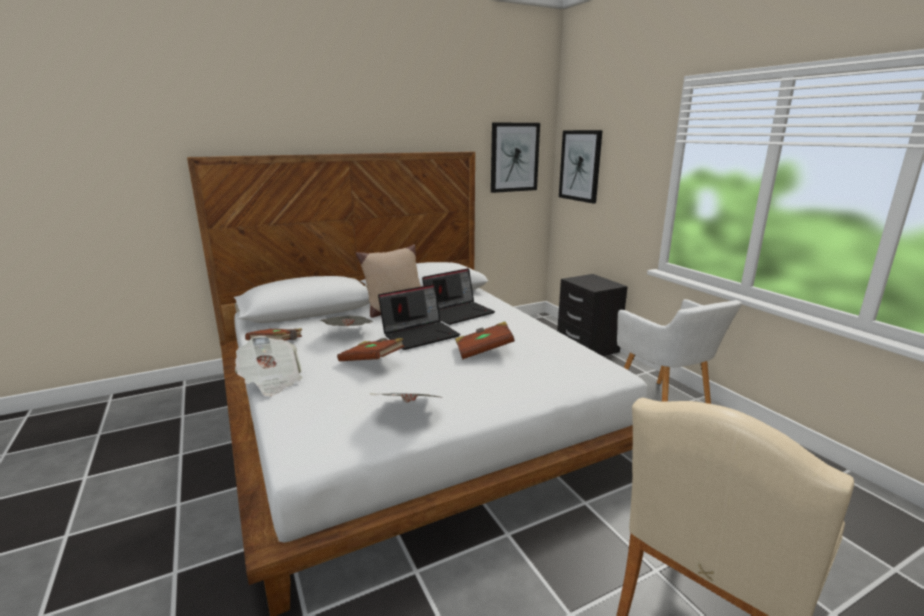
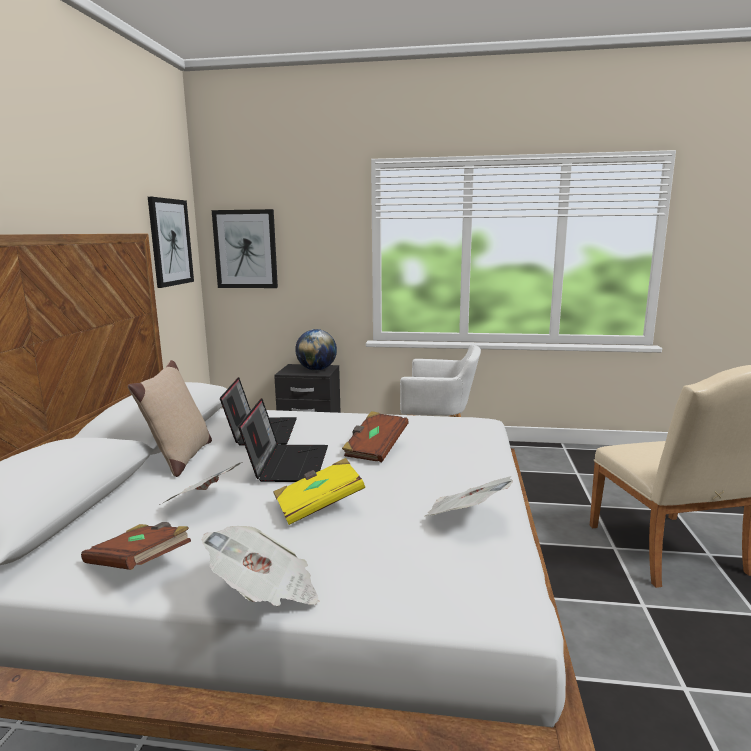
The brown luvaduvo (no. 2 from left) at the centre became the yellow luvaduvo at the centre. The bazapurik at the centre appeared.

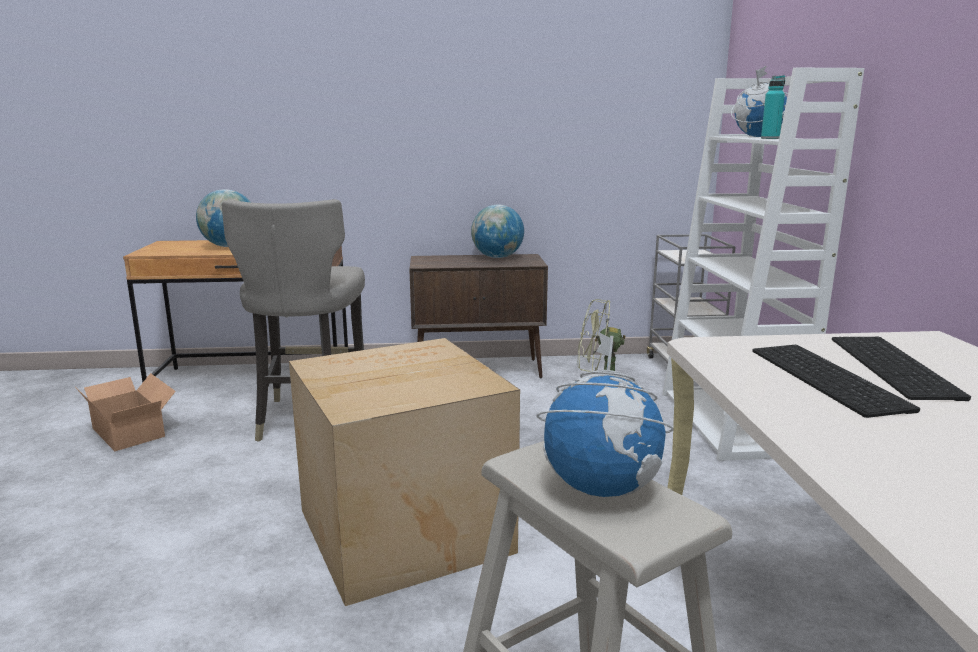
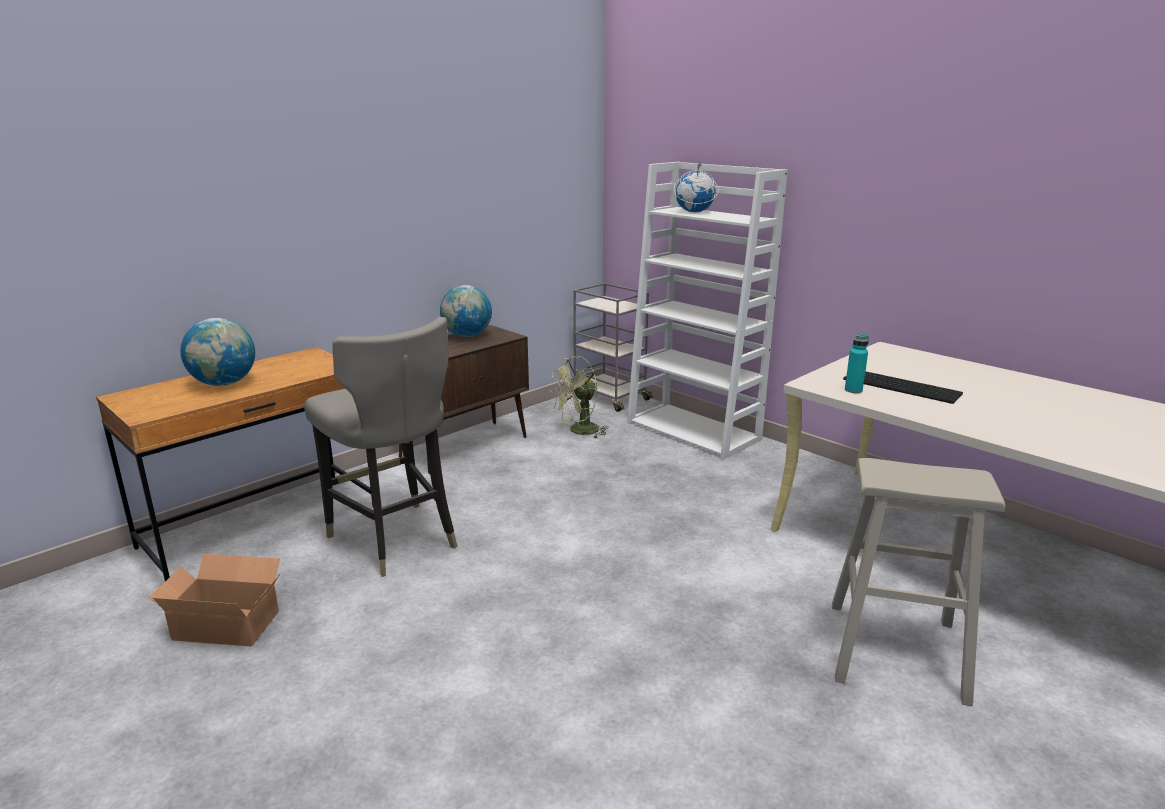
The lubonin (no. 2 from left) at the bottom centre disappeared. The bazapurik (no. 3 from left) at the centre disappeared. The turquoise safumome moved from the top right to the middle right. The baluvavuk (no. 2 from left) at the middle right disappeared.

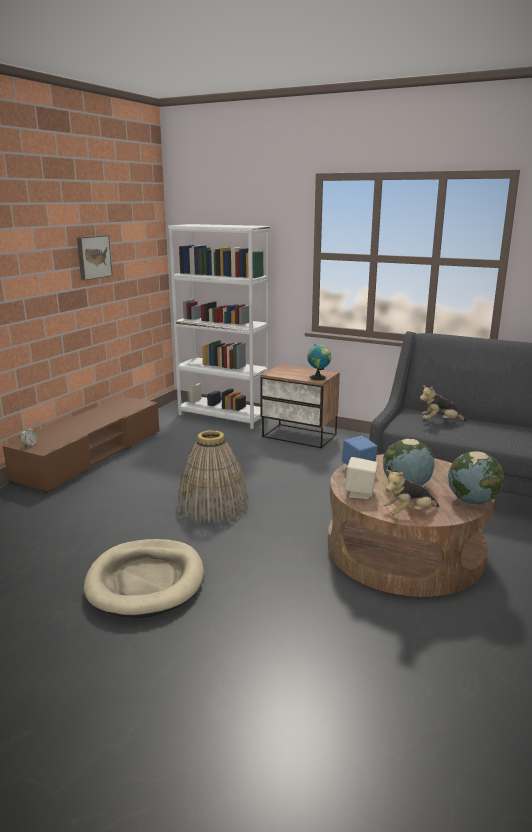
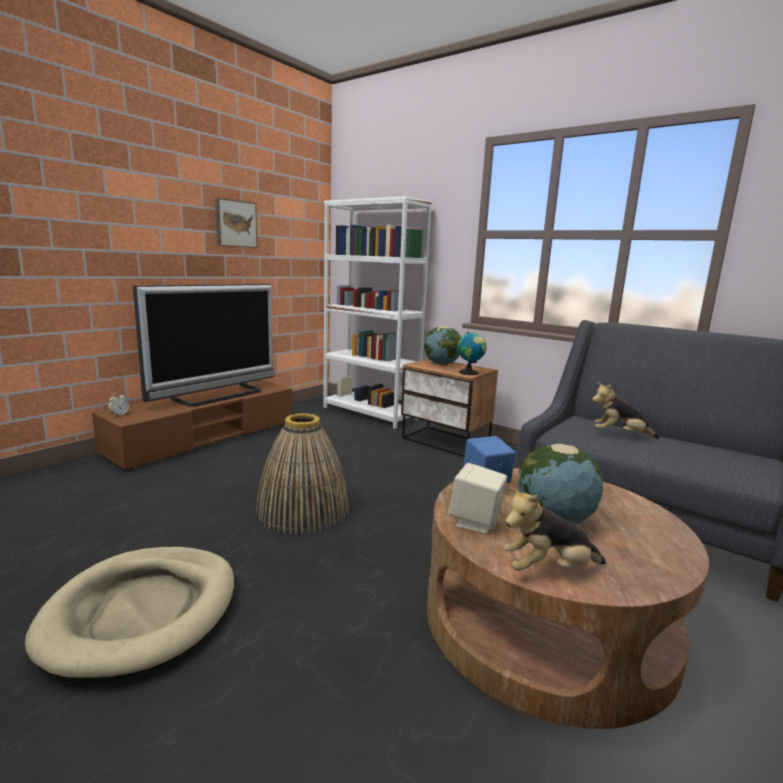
The bazapurik (no. 3 from left in the first image) moved from the middle right to the centre. The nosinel at the middle left appeared.

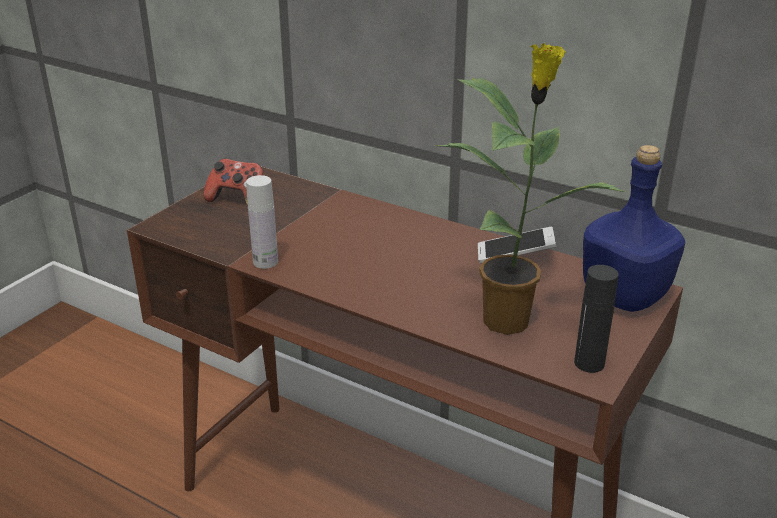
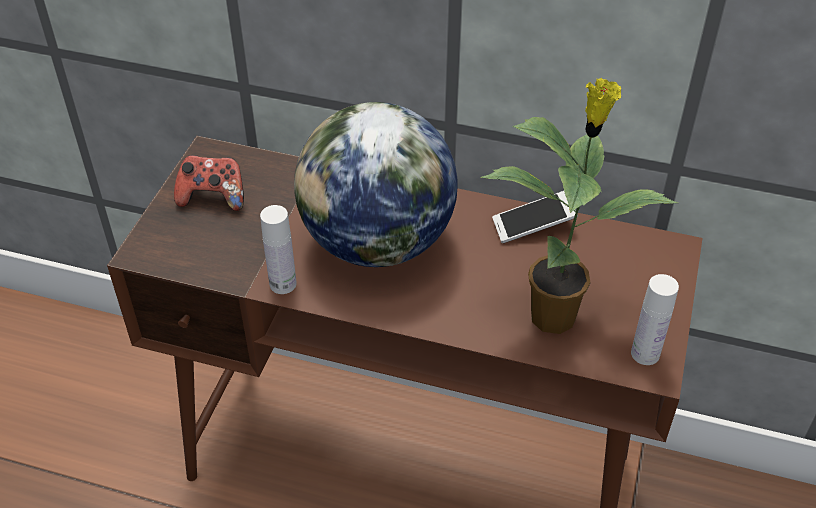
The black safumome at the middle right became the white safumome (no. 2 from left) at the middle right. The blue safumome at the middle right disappeared. The bazapurik at the centre appeared.

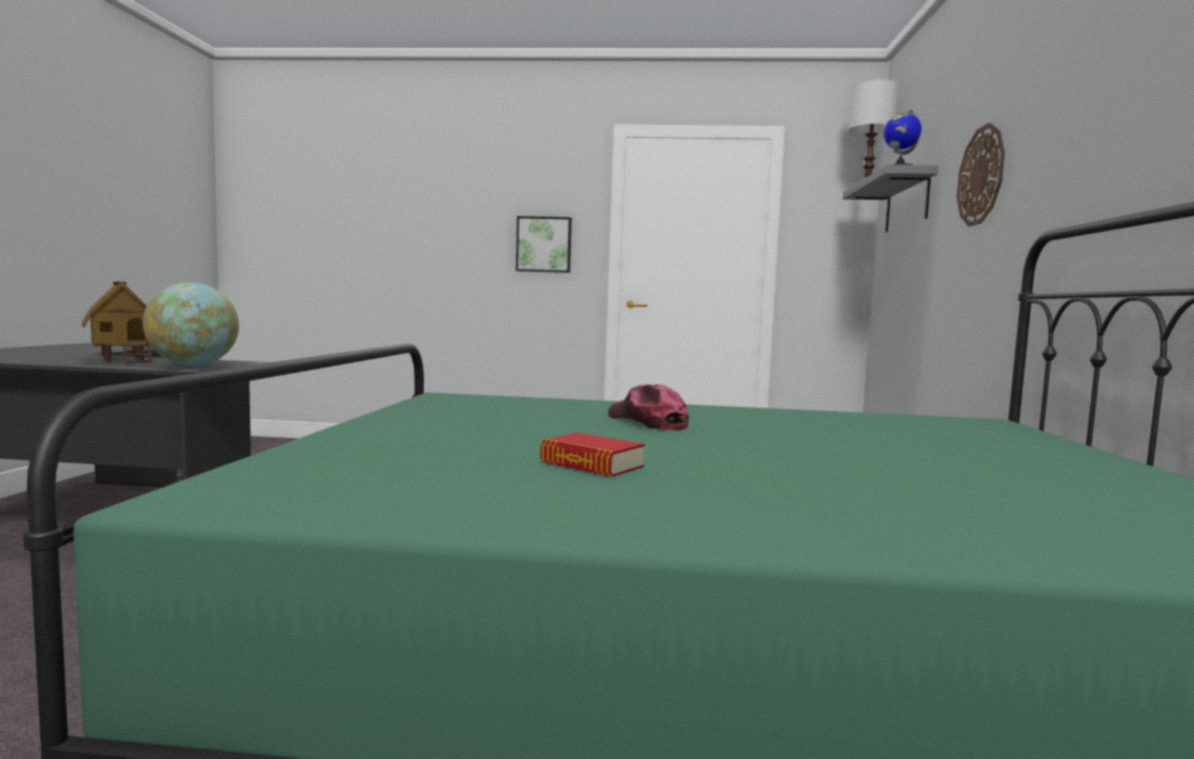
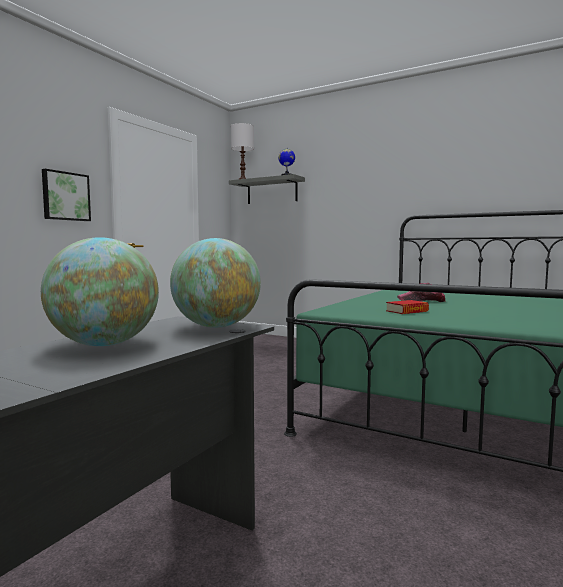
The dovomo at the middle left was replaced by the bazapurik (no. 1 from left) at the middle left. The luvaduvo moved from the centre to the middle right. The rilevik at the top right disappeared.

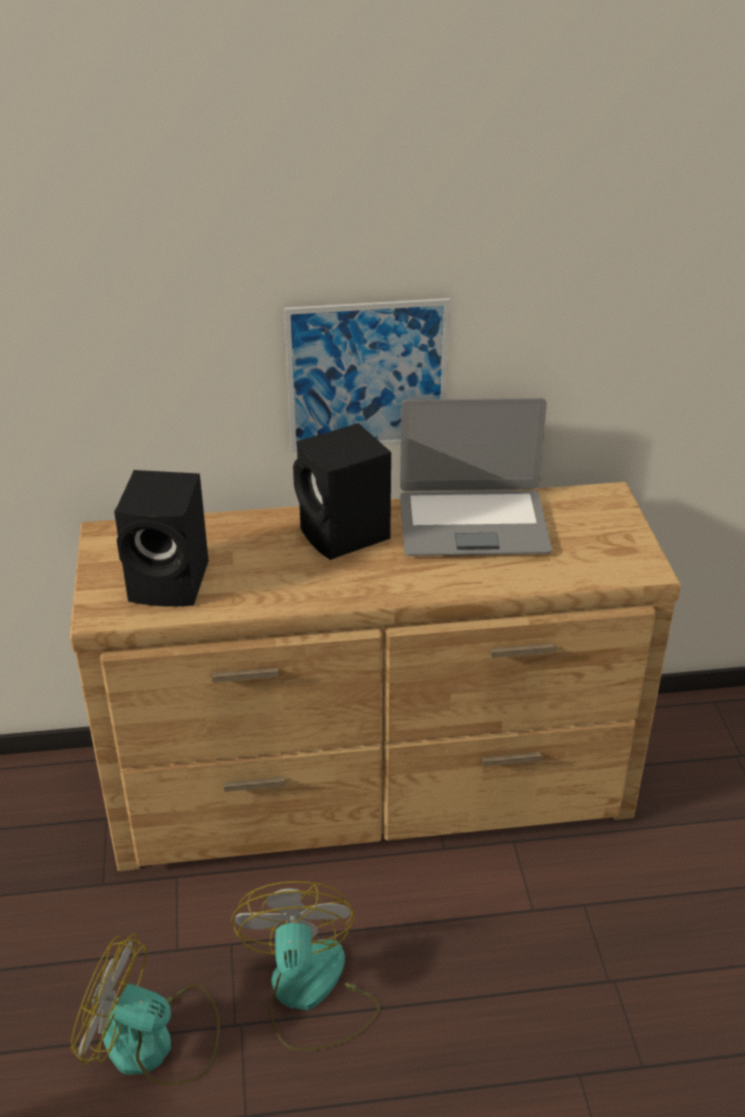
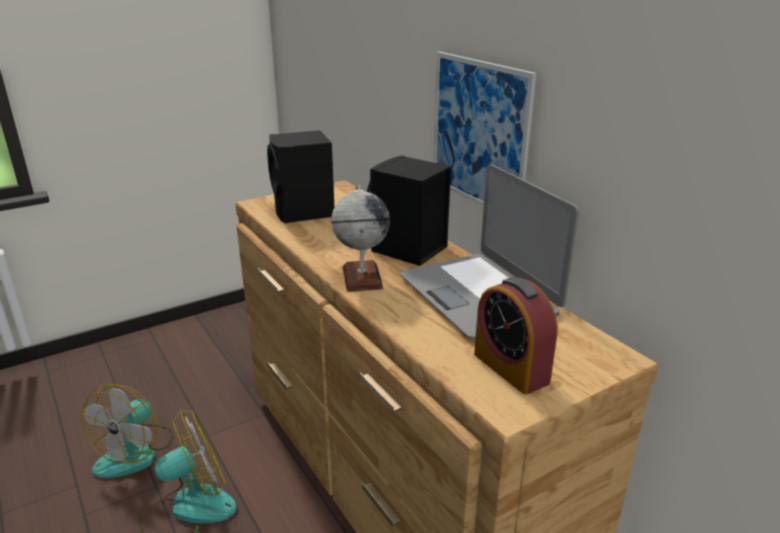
The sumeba (no. 1 from left) at the bottom left turned 150 degrees counterclockwise. The bazapurik at the centre appeared. The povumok at the centre appeared.

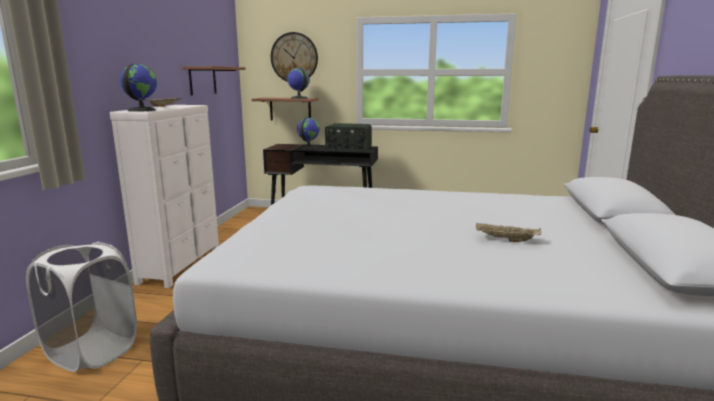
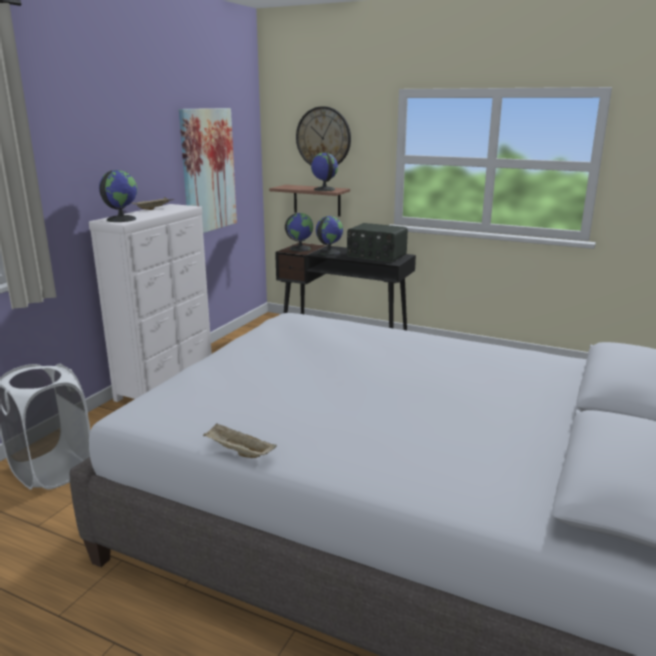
The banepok (no. 1 from left) at the top left was replaced by the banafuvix at the top left. The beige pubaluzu (no. 2 from left) moved from the middle right to the bottom centre. The bazapurik (no. 2 from left) at the centre appeared.

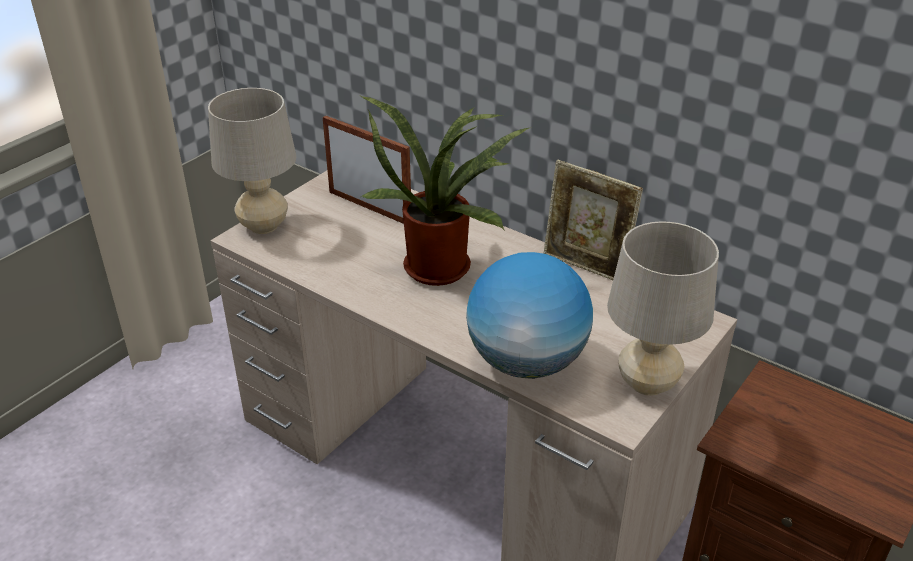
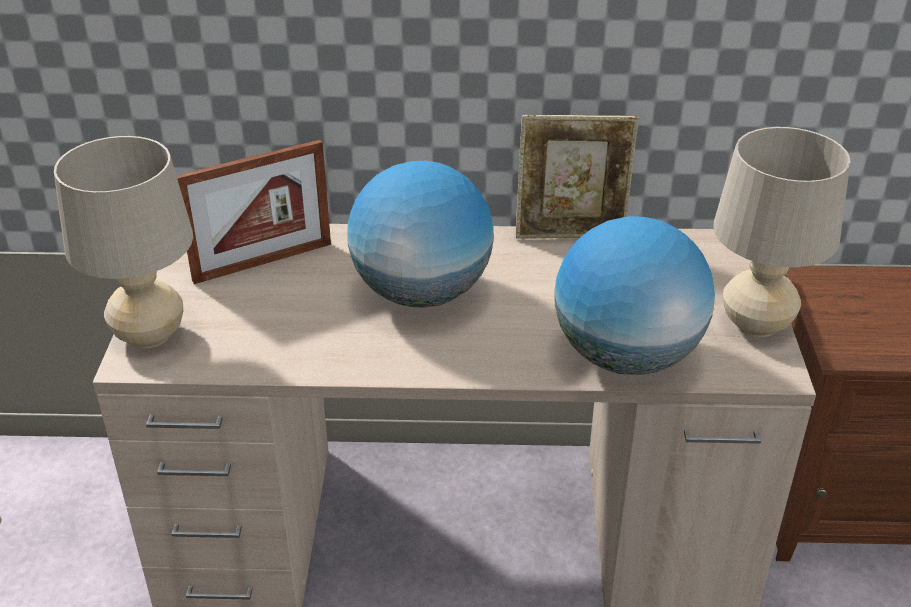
The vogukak (no. 1 from left) at the top centre turned 150 degrees clockwise. The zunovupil at the centre was replaced by the bazapurik (no. 1 from left) at the centre.

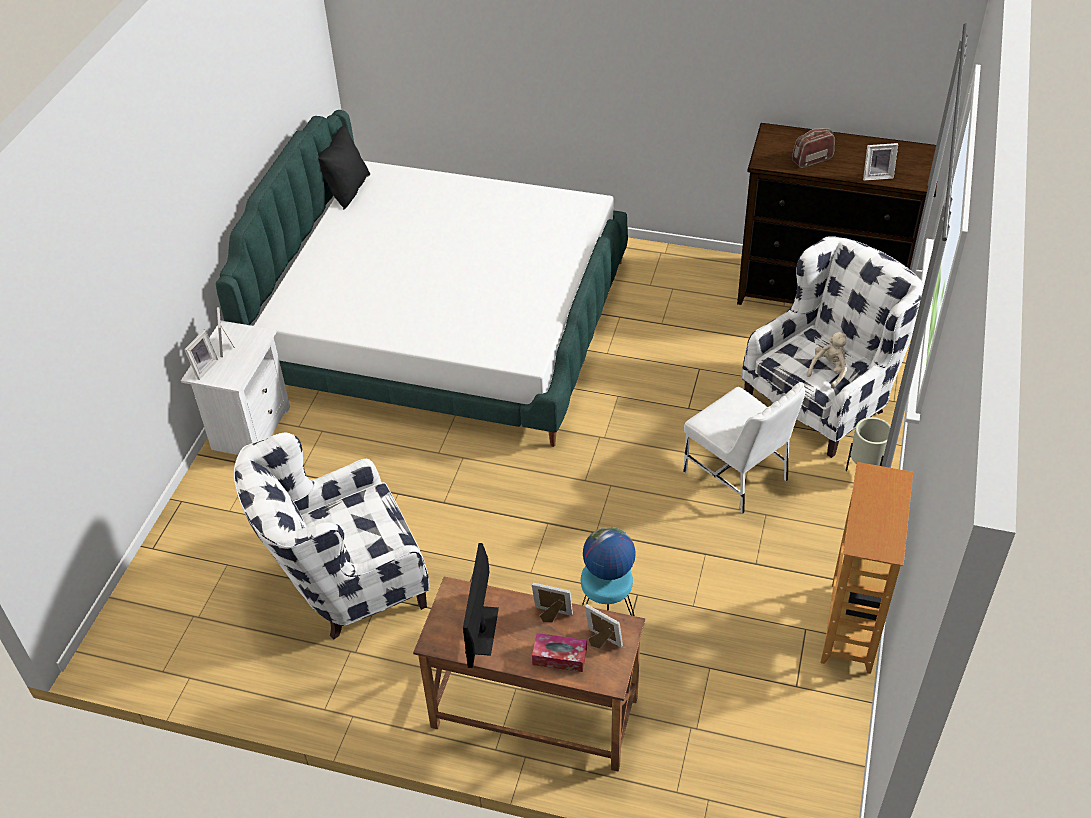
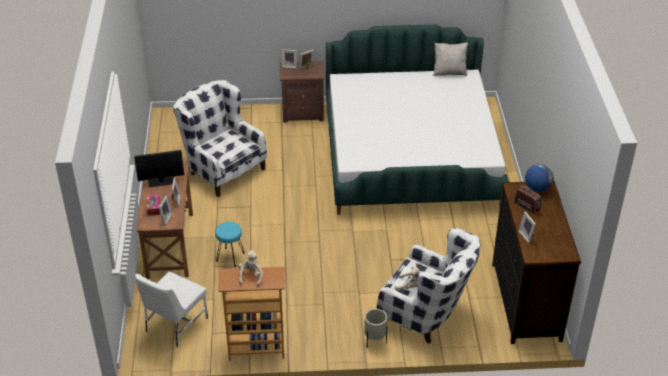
The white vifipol at the middle left became the brown vifipol at the top centre. The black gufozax at the top left became the beige gufozax at the top right. The bazapurik moved from the bottom centre to the middle right. The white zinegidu moved from the middle right to the bottom left. The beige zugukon (no. 1 from left) at the bottom centre appeared.

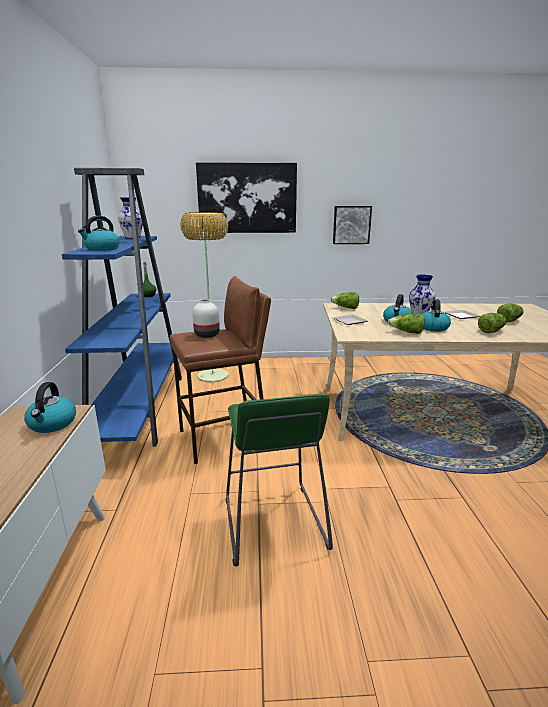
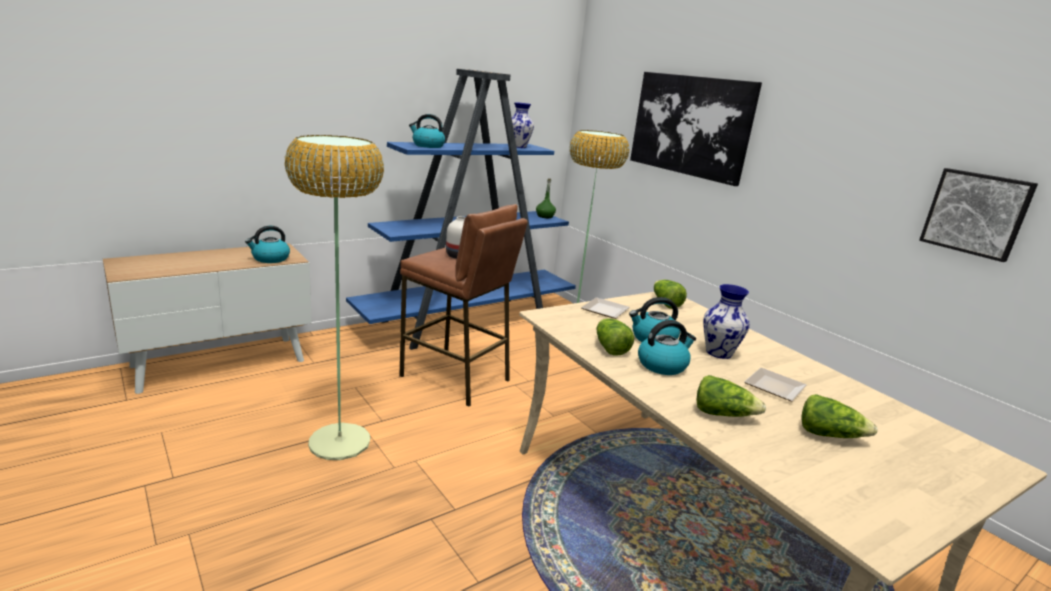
The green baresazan at the bottom centre was replaced by the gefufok (no. 1 from left) at the middle left. The banafuvix (no. 2 from left) moved from the top centre to the middle right.

